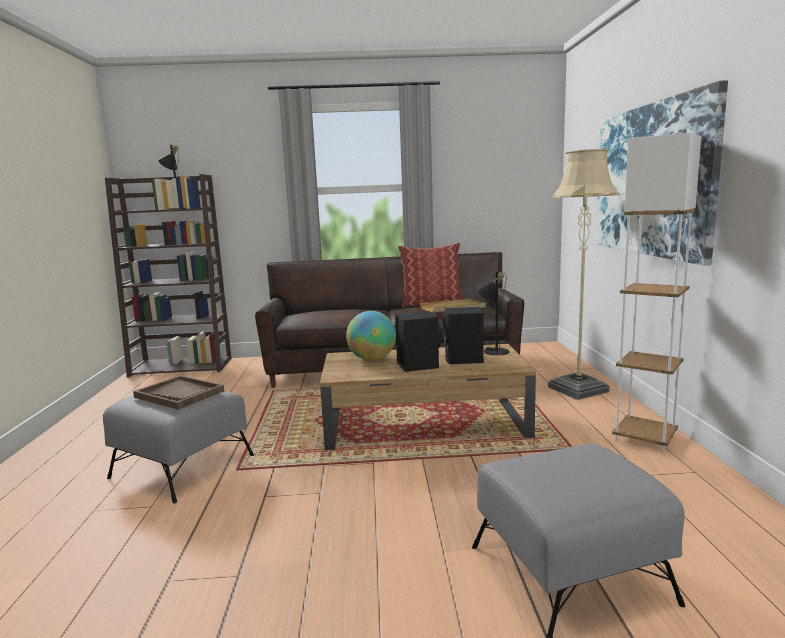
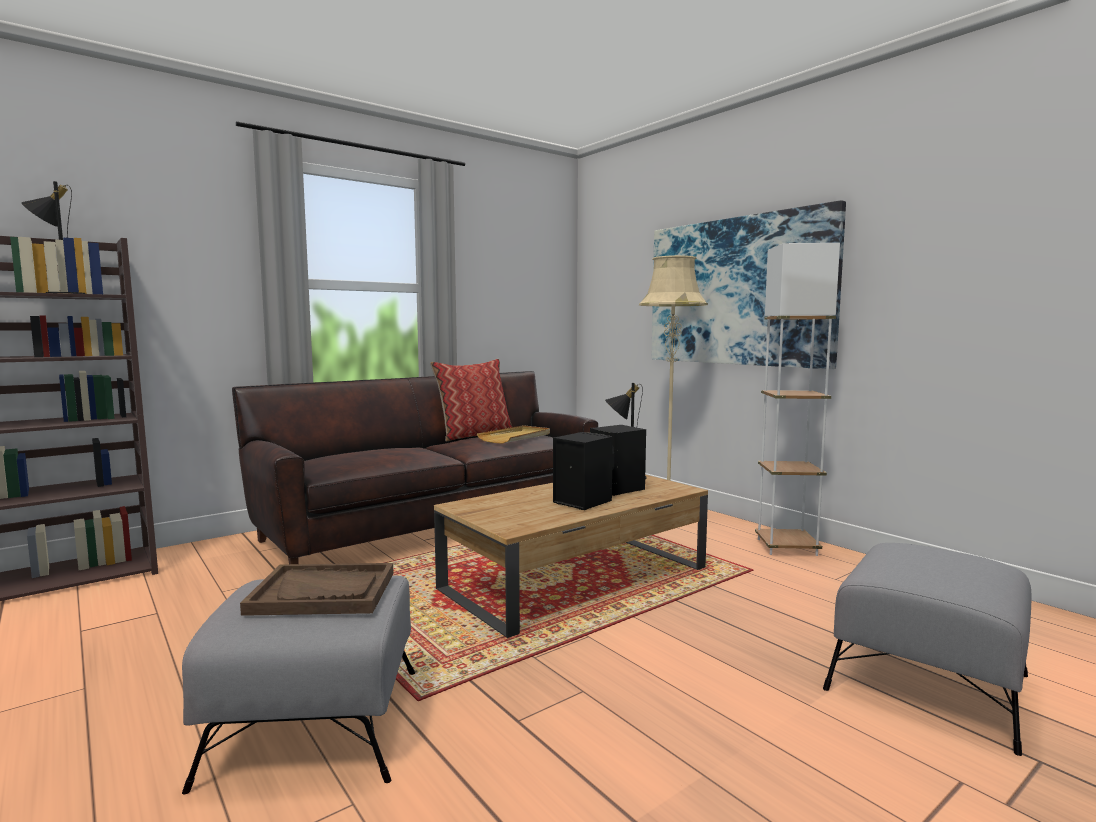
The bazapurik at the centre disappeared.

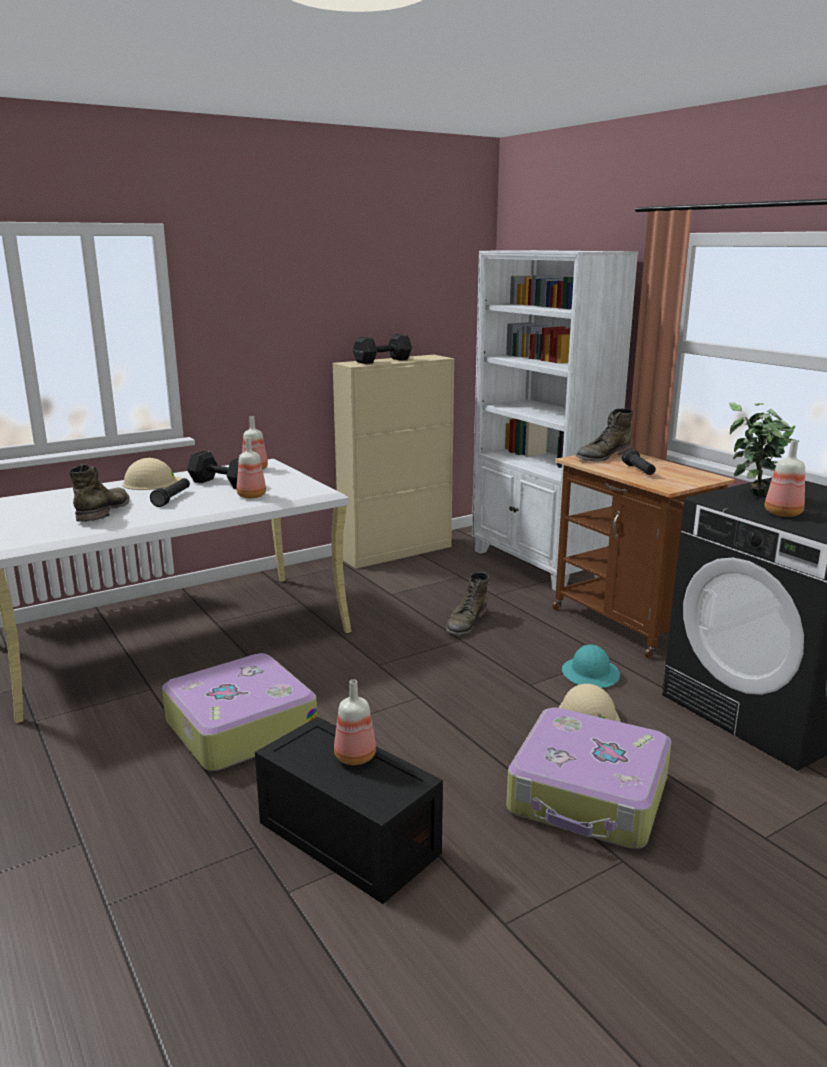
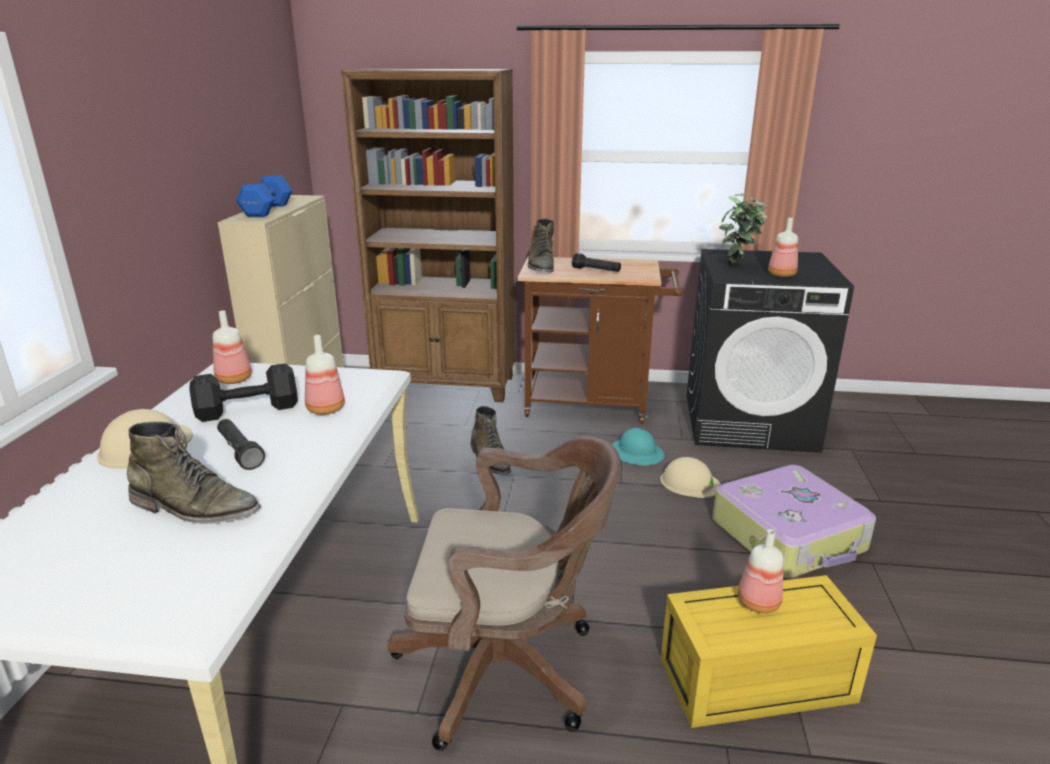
The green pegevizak (no. 1 from left) at the middle left turned 150 degrees clockwise. The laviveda (no. 1 from left) at the bottom left was replaced by the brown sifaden at the bottom centre. The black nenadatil at the bottom centre became the yellow nenadatil at the bottom right. The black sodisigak (no. 2 from left) at the top centre became the blue sodisigak at the top left. The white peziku at the middle right became the brown peziku at the top centre.

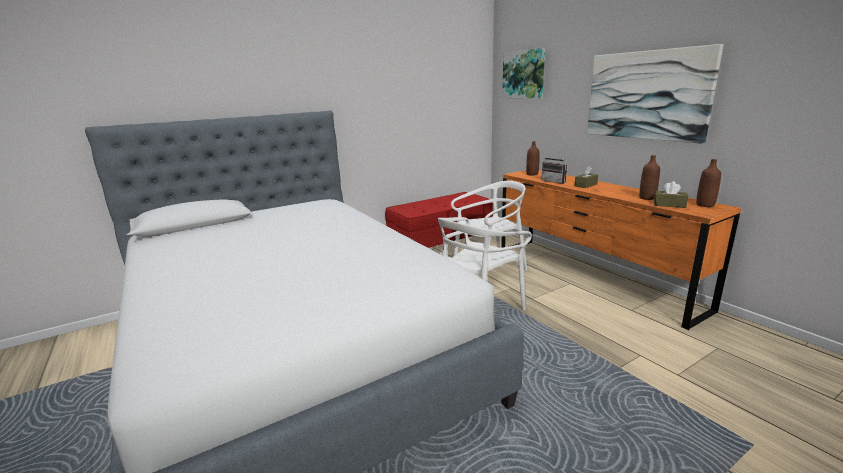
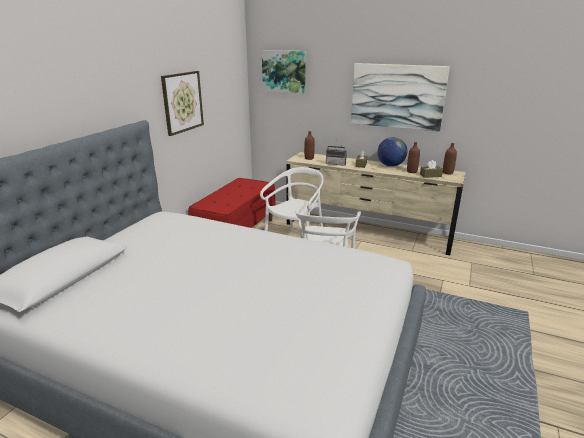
The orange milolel at the middle right became the beige milolel at the centre. The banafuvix (no. 1 from left) at the top left appeared. The bazapurik at the middle right appeared.

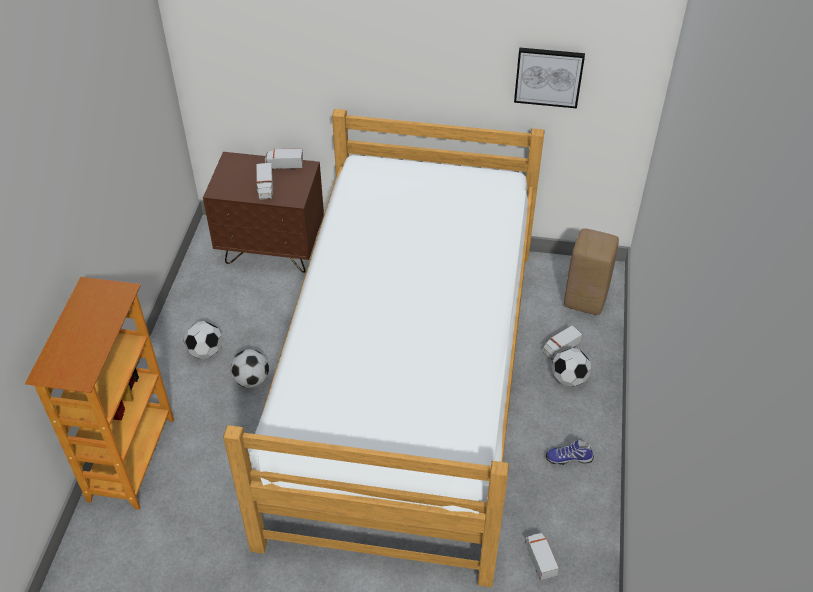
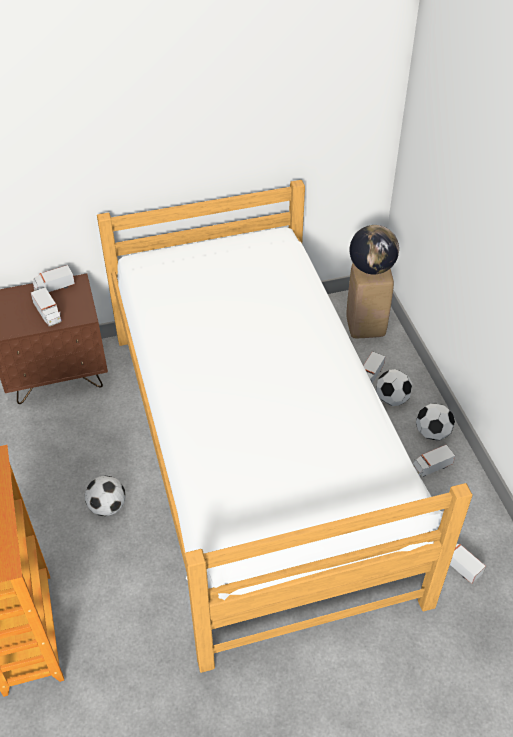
The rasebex (no. 1 from left in the first image) moved from the middle left to the middle right. The banafuvix at the top right disappeared. The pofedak at the bottom right was replaced by the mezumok (no. 4 from left) at the middle right. The bazapurik at the middle right appeared.

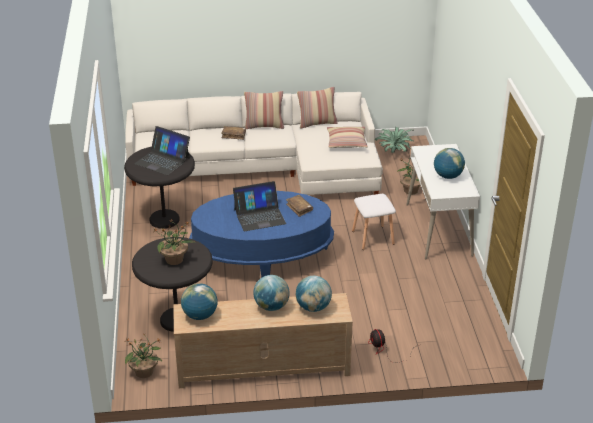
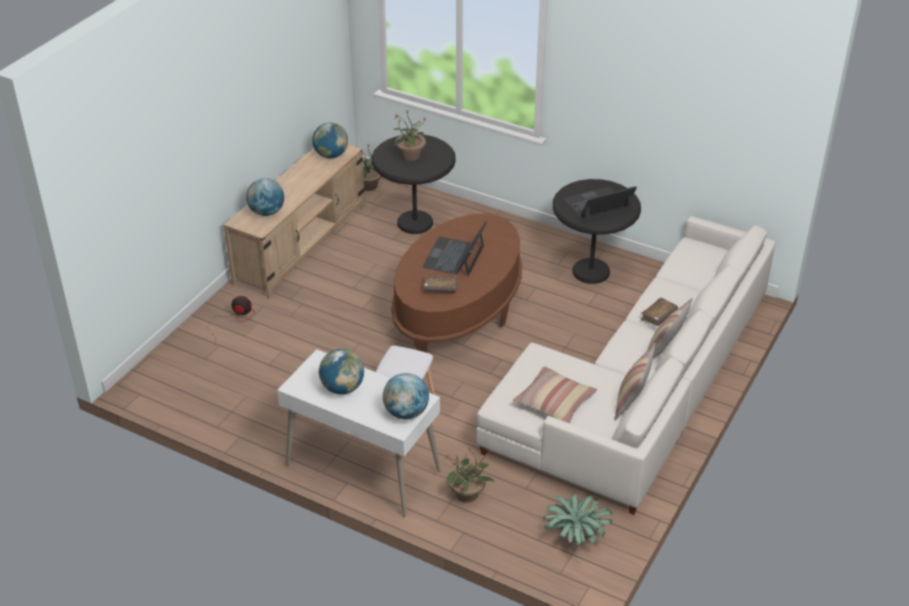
The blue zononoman at the centre became the brown zononoman at the centre. The bazapurik (no. 2 from left in the first image) moved from the bottom centre to the centre.

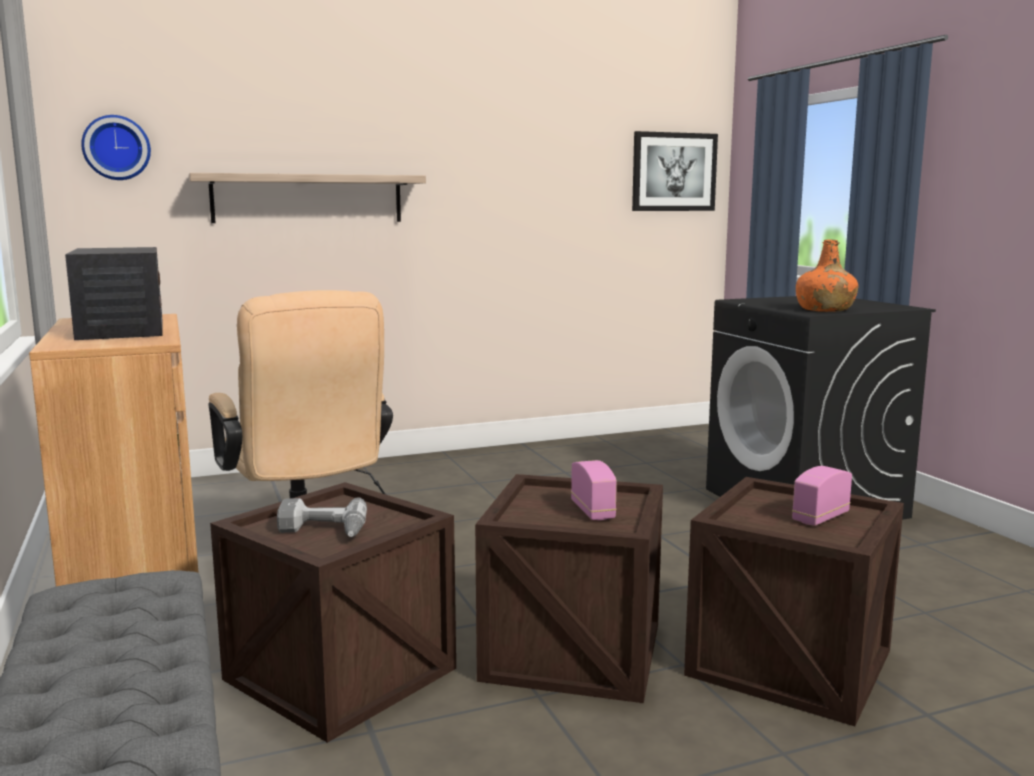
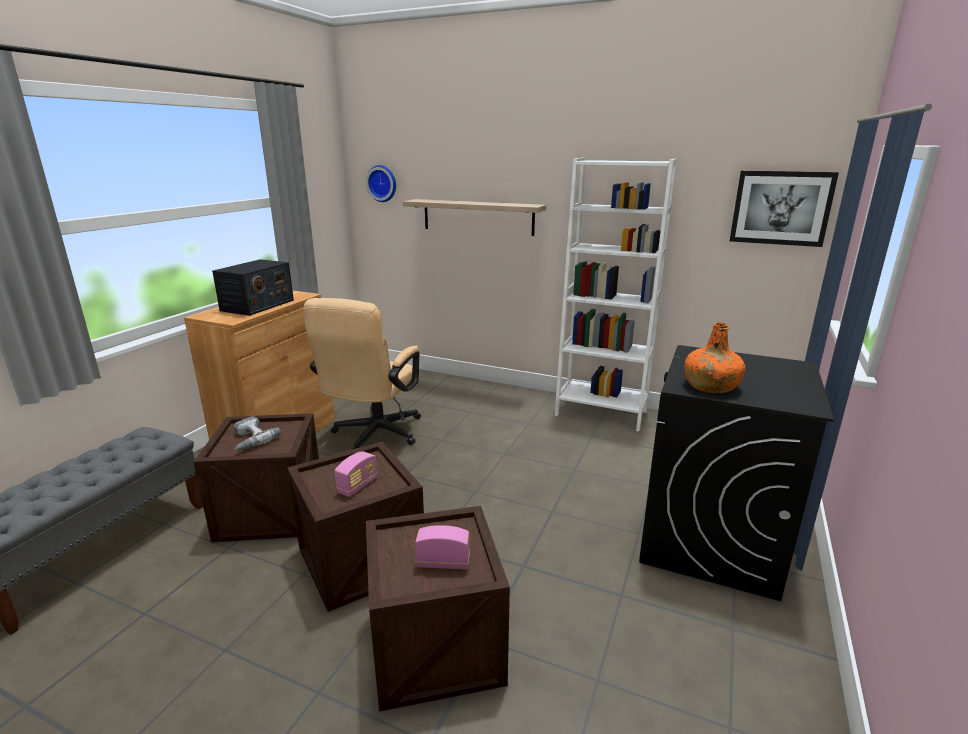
The white peziku at the centre appeared.

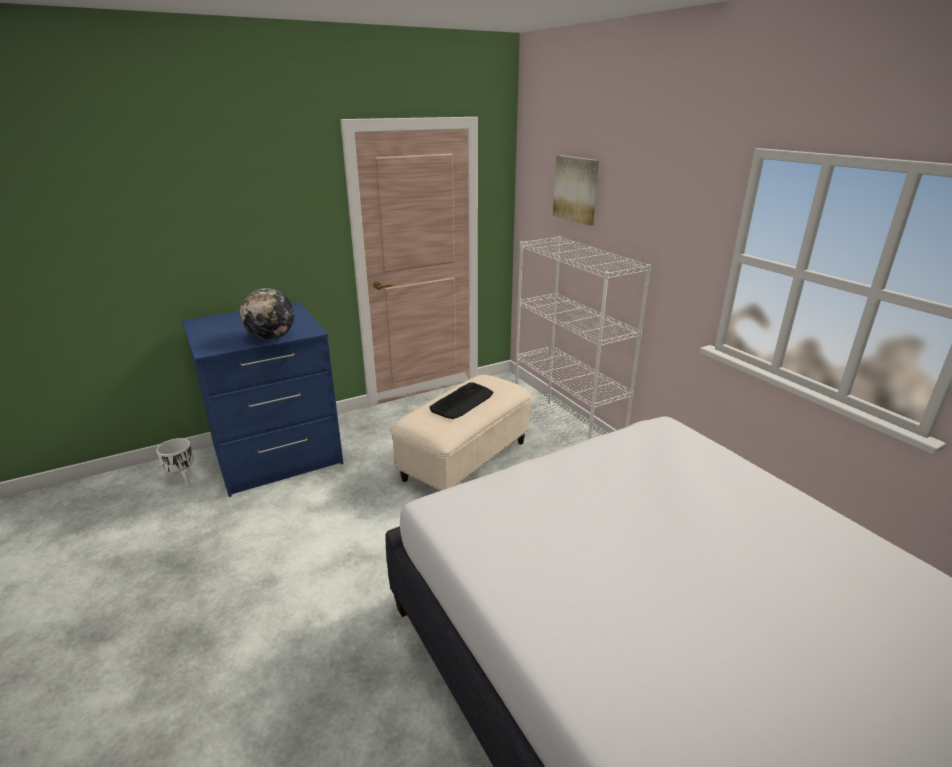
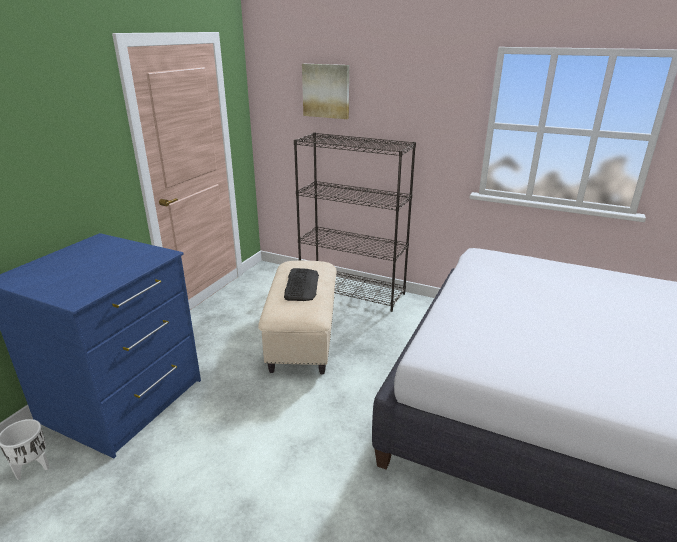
The bazapurik at the middle left disappeared. The white peziku at the centre became the black peziku at the centre.

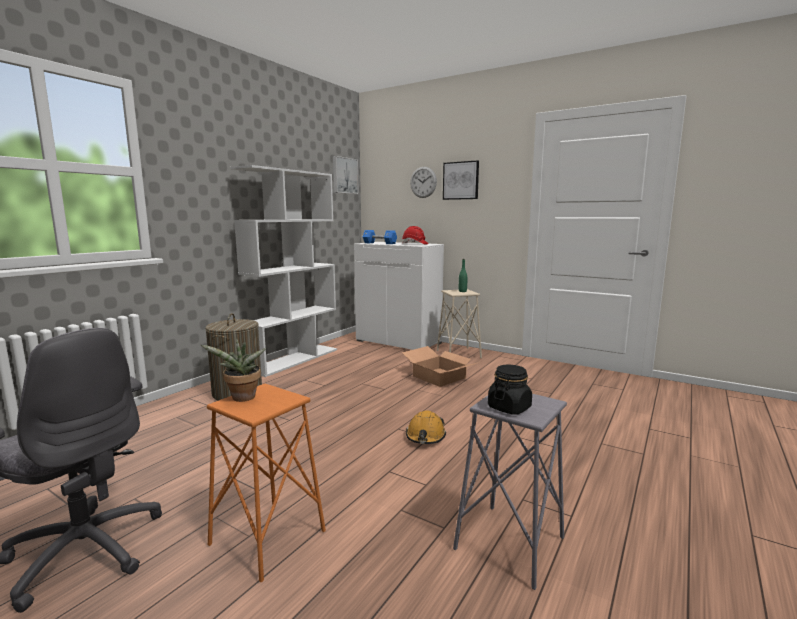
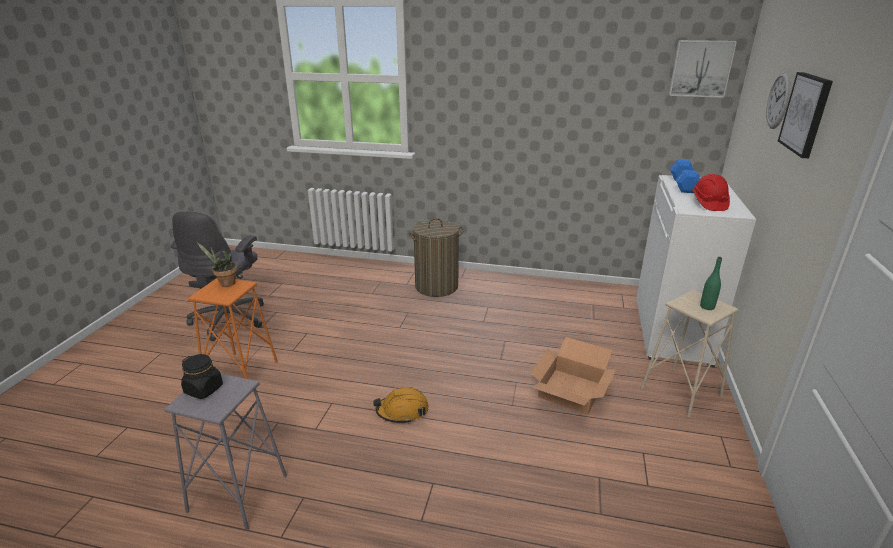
The white peziku at the centre disappeared.

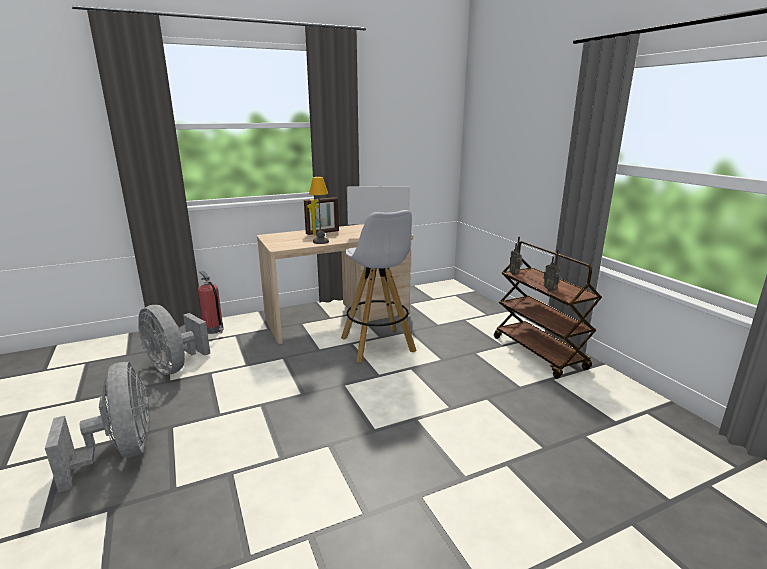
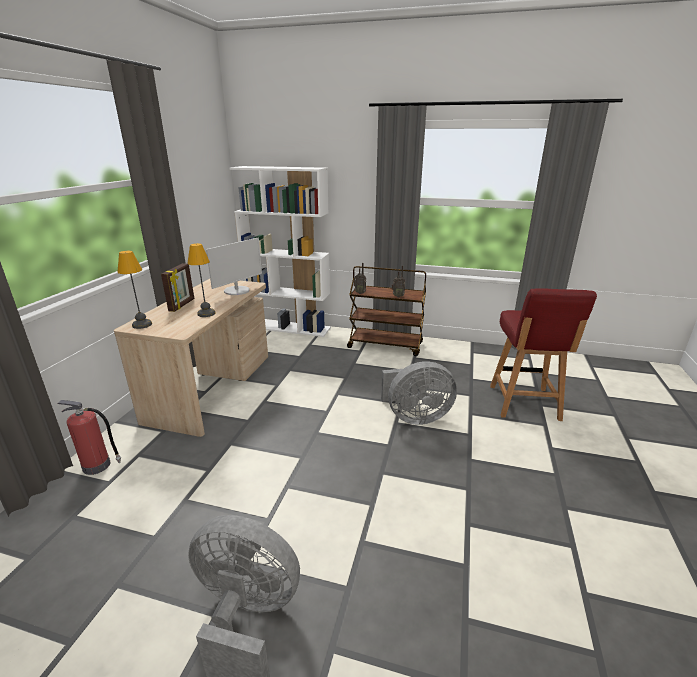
The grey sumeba (no. 2 from left) moved from the middle left to the centre. The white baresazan at the centre disappeared. The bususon (no. 1 from left) at the middle left appeared. The white peziku at the centre appeared. The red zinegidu at the middle right appeared.

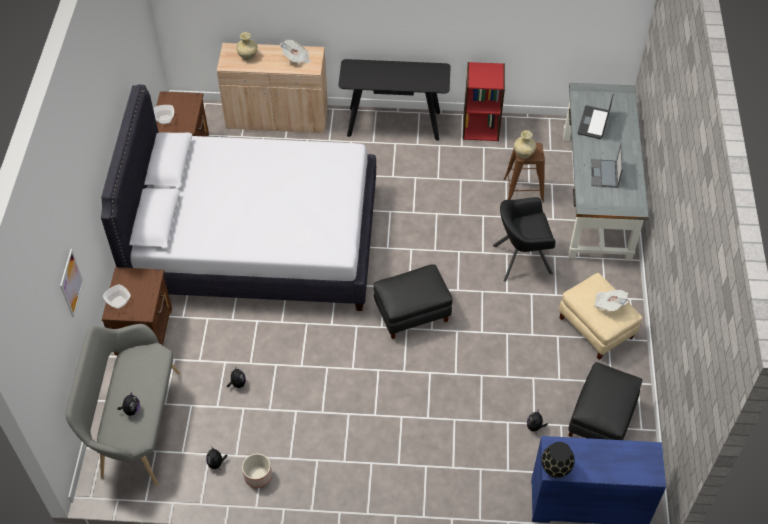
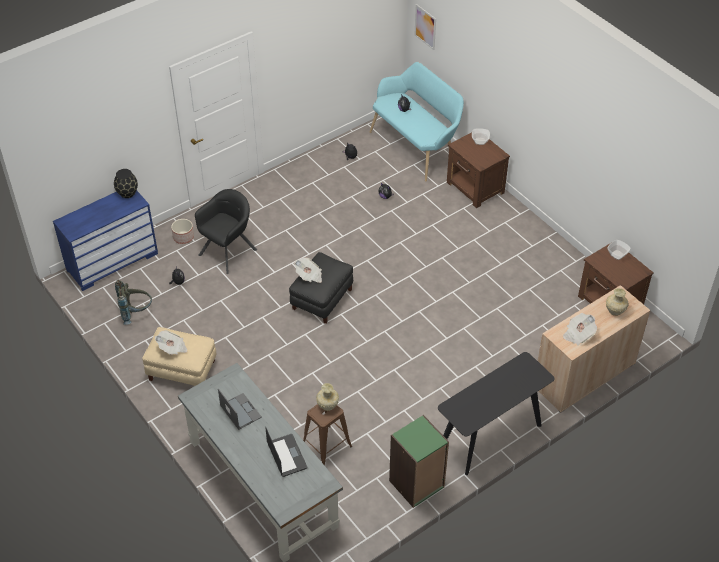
The banafuvix moved from the middle left to the top centre. The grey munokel at the bottom left became the turquoise munokel at the top centre. The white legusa at the middle left disappeared. The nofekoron moved from the bottom centre to the middle left. The red peziku at the top centre became the green peziku at the bottom centre. The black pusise moved from the middle right to the middle left. The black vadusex (no. 2 from left) at the bottom right was replaced by the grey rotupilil at the middle left. The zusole (no. 2 from left) at the centre appeared.

